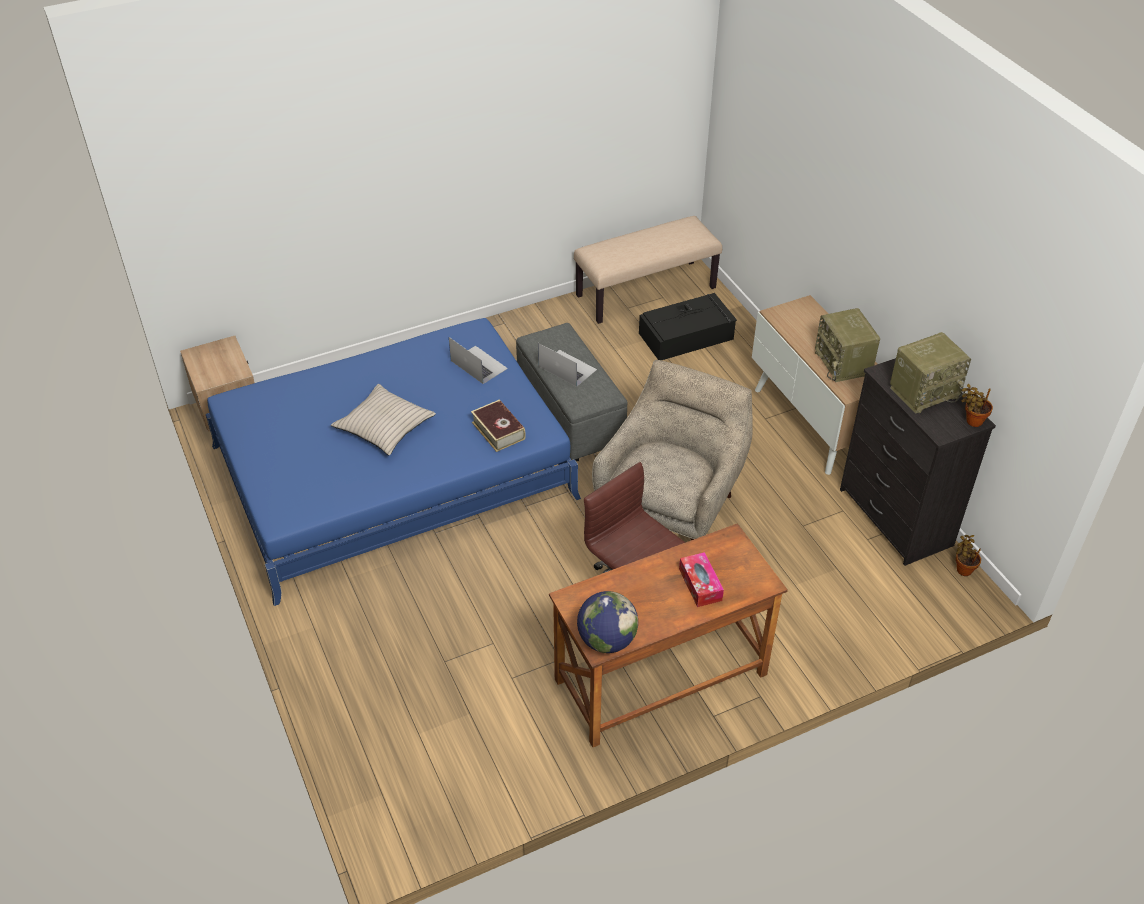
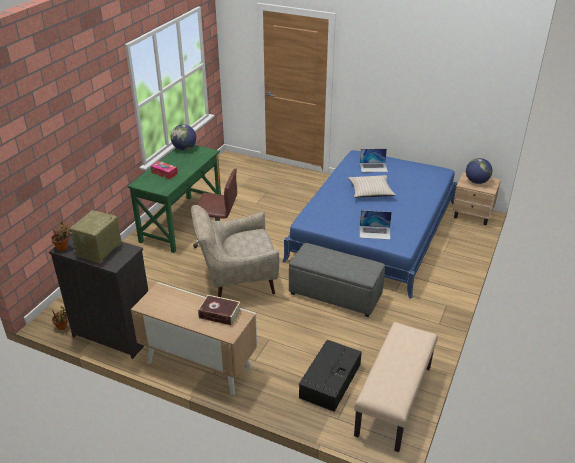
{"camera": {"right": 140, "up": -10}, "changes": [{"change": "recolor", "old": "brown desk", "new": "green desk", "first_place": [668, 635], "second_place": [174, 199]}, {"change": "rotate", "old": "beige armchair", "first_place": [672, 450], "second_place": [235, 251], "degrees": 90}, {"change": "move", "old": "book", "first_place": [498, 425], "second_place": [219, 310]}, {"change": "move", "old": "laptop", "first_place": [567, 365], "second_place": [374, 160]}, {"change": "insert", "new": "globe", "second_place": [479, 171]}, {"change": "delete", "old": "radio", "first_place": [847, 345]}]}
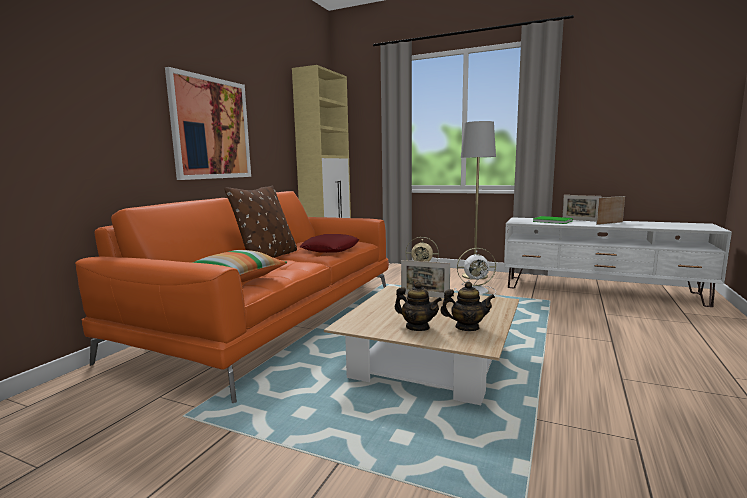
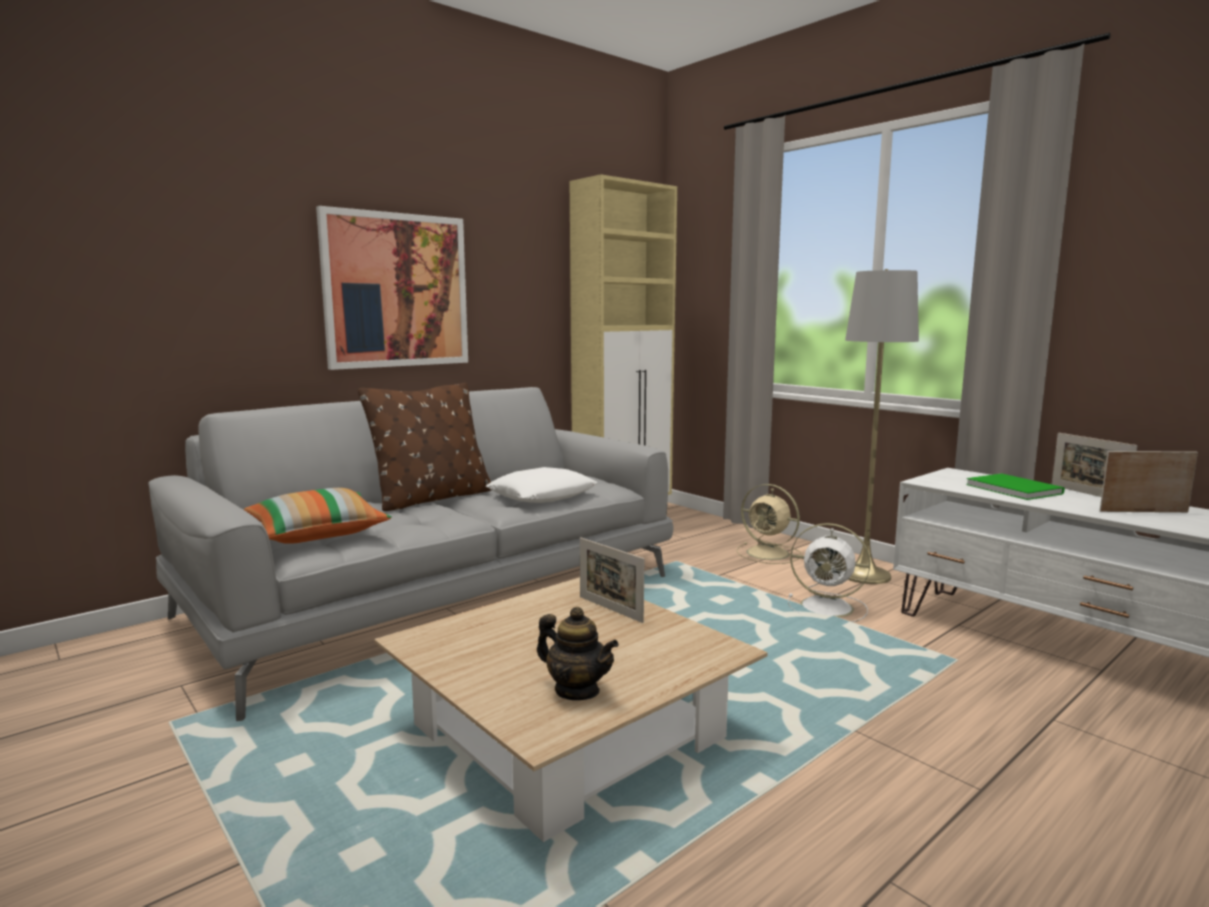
{"camera": {"right": 25, "up": 0}, "changes": [{"change": "recolor", "old": "orange sofa", "new": "grey sofa", "first_place": [232, 297], "second_place": [410, 554]}, {"change": "recolor", "old": "red pillow", "new": "white pillow", "first_place": [329, 243], "second_place": [542, 485]}, {"change": "delete", "old": "teapot", "first_place": [418, 306]}]}
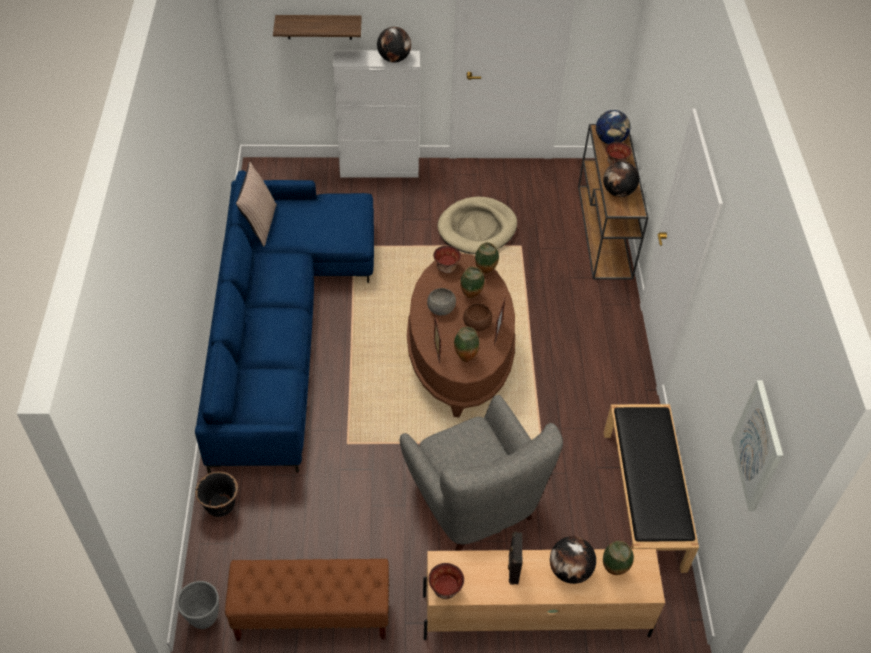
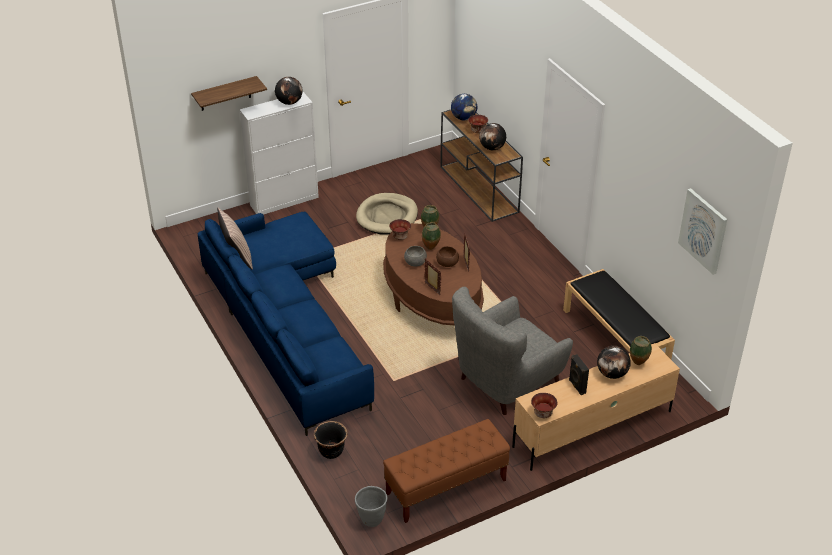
{"camera": {"right": -25, "up": -10}, "changes": [{"change": "rotate", "old": "grey armchair", "first_place": [481, 473], "second_place": [512, 351], "degrees": 105}, {"change": "delete", "old": "vase", "first_place": [466, 344]}]}
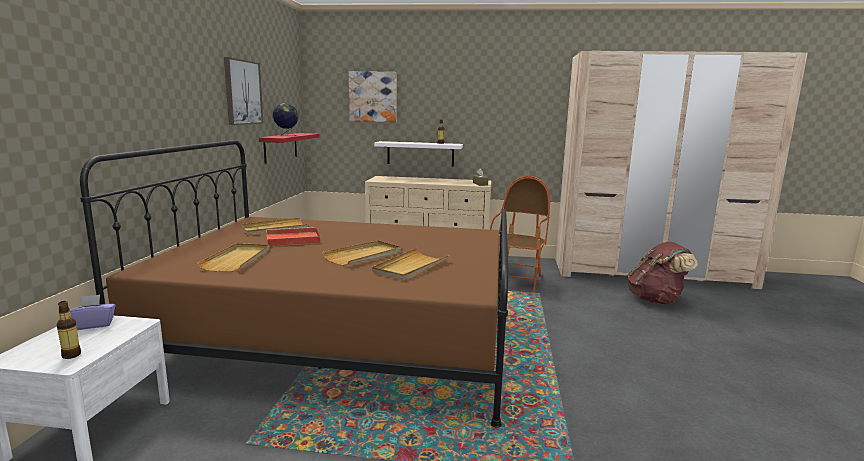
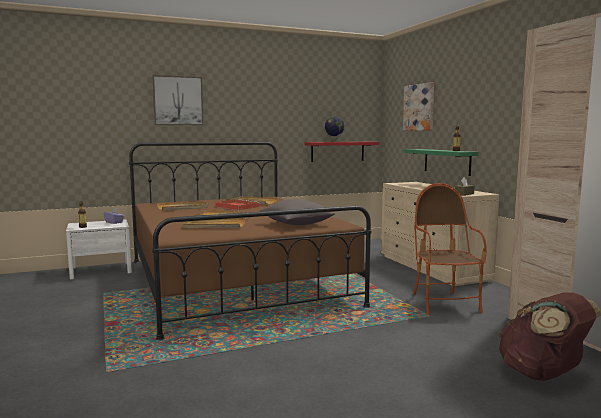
{"camera": {"right": 60, "up": -5}, "changes": [{"change": "move", "old": "picture", "first_place": [243, 91], "second_place": [177, 100]}, {"change": "insert", "new": "grey pillow", "second_place": [297, 212]}, {"change": "recolor", "old": "white shelf", "new": "green shelf", "first_place": [418, 154], "second_place": [441, 162]}, {"change": "rotate", "old": "armchair", "first_place": [520, 234], "second_place": [450, 249], "degrees": -90}]}
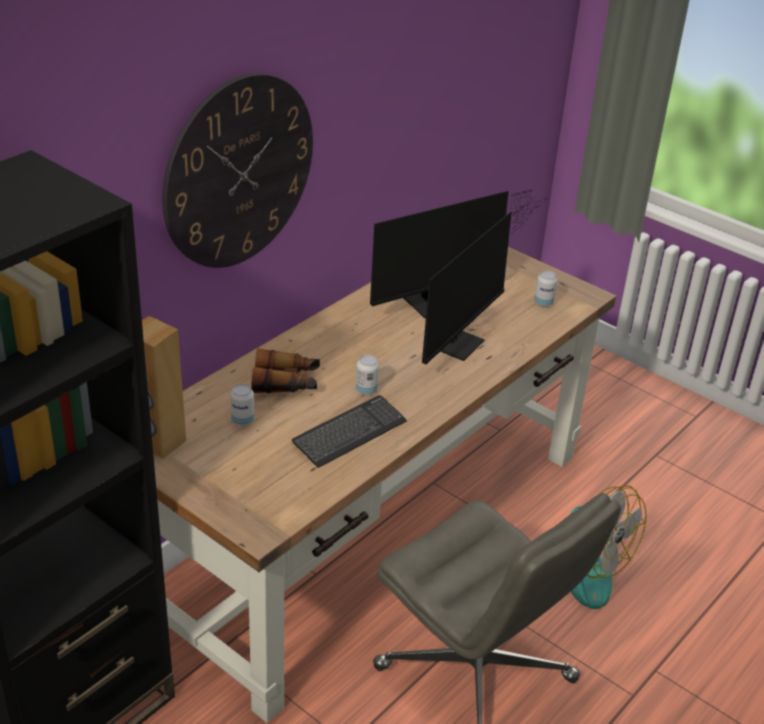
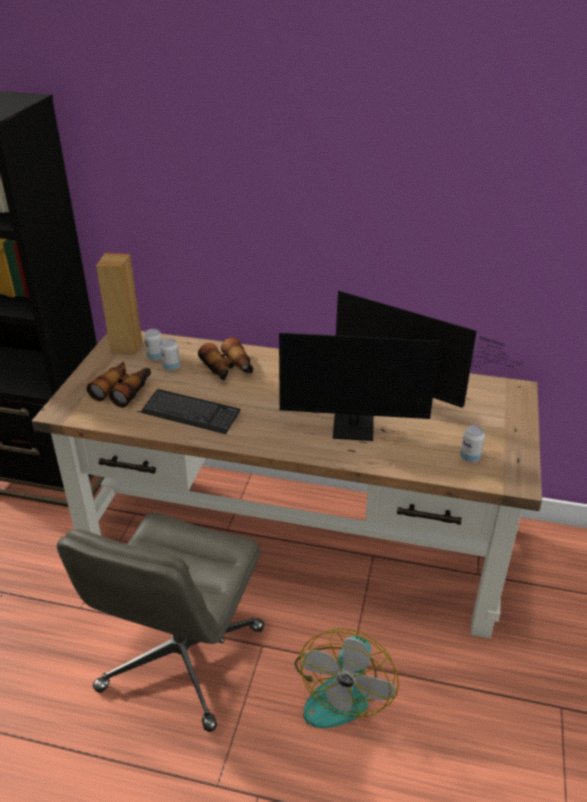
{"camera": {"right": 65, "up": 0}, "changes": [{"change": "insert", "new": "binoculars", "second_place": [119, 385]}, {"change": "move", "old": "can", "first_place": [367, 375], "second_place": [153, 345]}, {"change": "delete", "old": "wall clock", "first_place": [237, 170]}]}
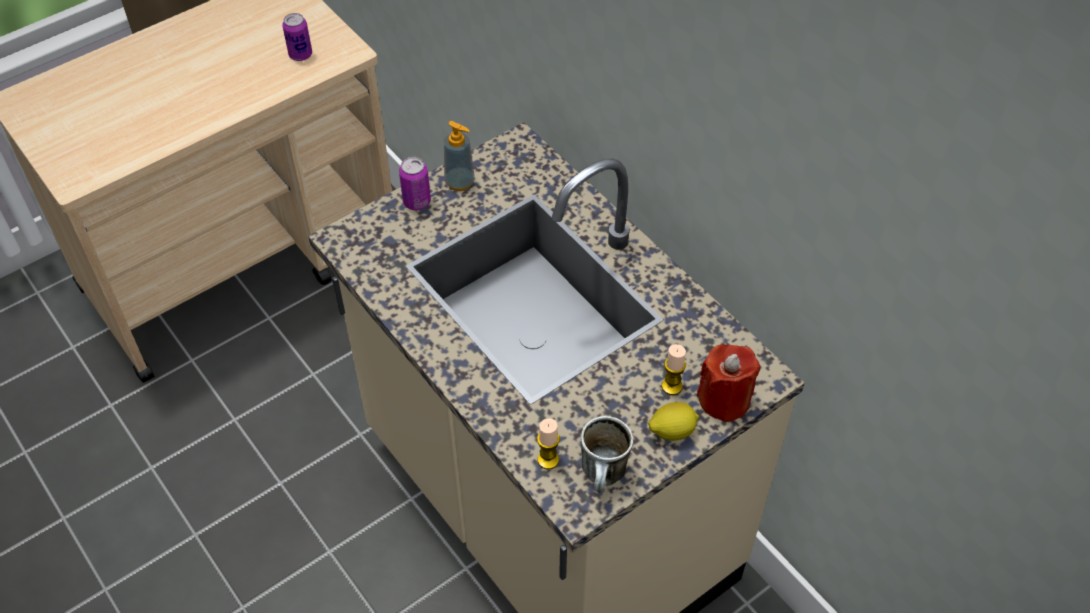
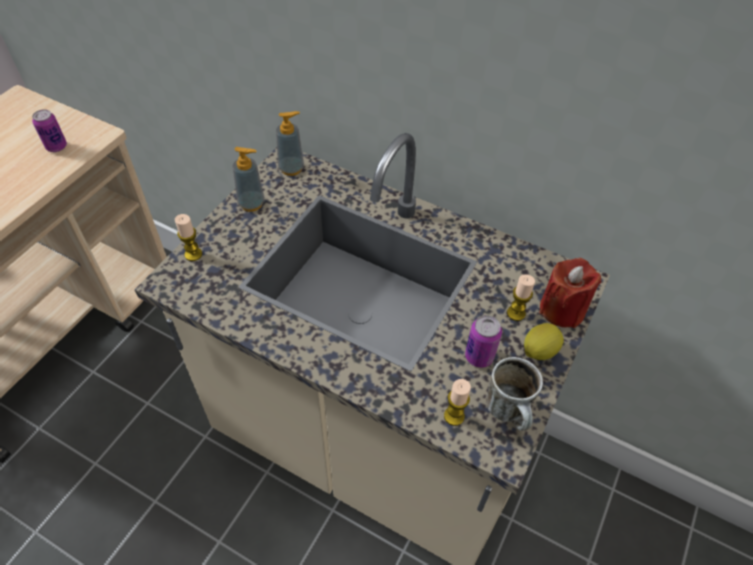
{"camera": {"right": -25, "up": 0}, "changes": [{"change": "insert", "new": "candle", "second_place": [188, 237]}, {"change": "insert", "new": "soap dispenser", "second_place": [290, 143]}, {"change": "move", "old": "can", "first_place": [415, 183], "second_place": [483, 341]}]}
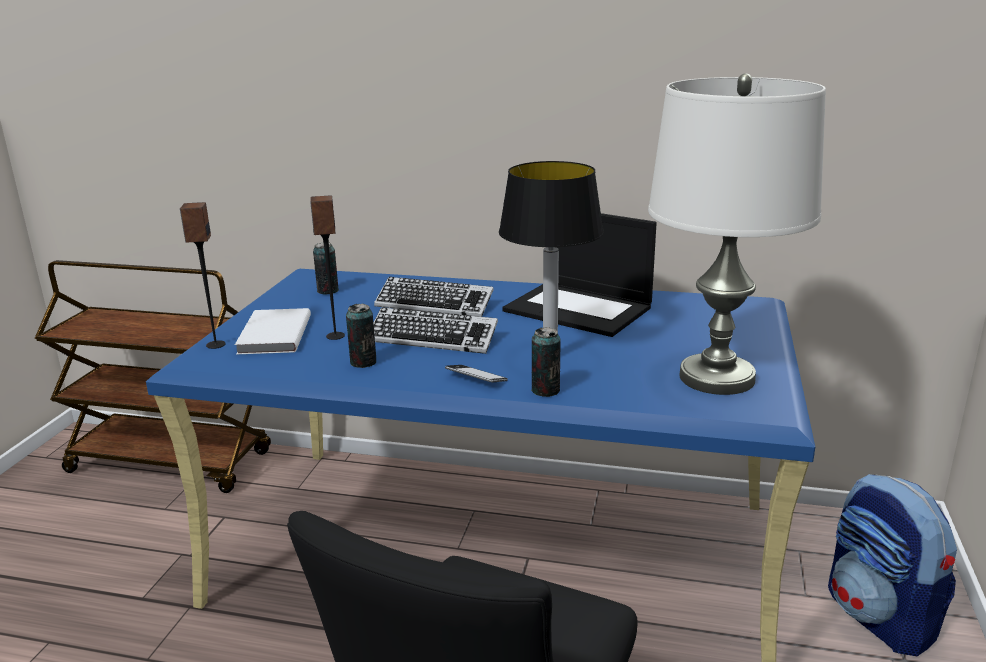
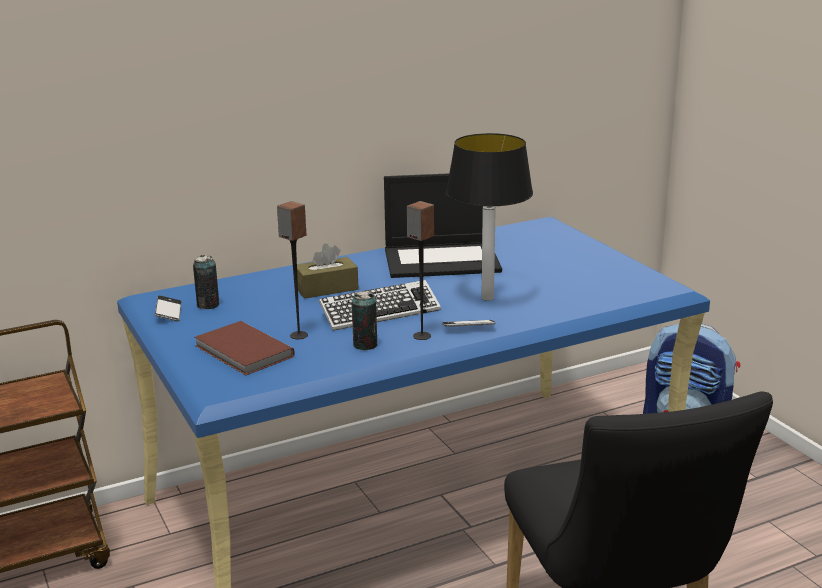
{"camera": {"right": -40, "up": 0}, "changes": [{"change": "insert", "new": "phone", "second_place": [168, 308]}, {"change": "recolor", "old": "white book", "new": "brown book", "first_place": [273, 331], "second_place": [245, 348]}, {"change": "replace", "old": "keyboard", "new": "brown tissue box", "first_place": [434, 297], "second_place": [328, 271]}, {"change": "move", "old": "speaker", "first_place": [203, 275], "second_place": [420, 270]}, {"change": "delete", "old": "can", "first_place": [545, 362]}, {"change": "delete", "old": "white table lamp", "first_place": [737, 234]}]}
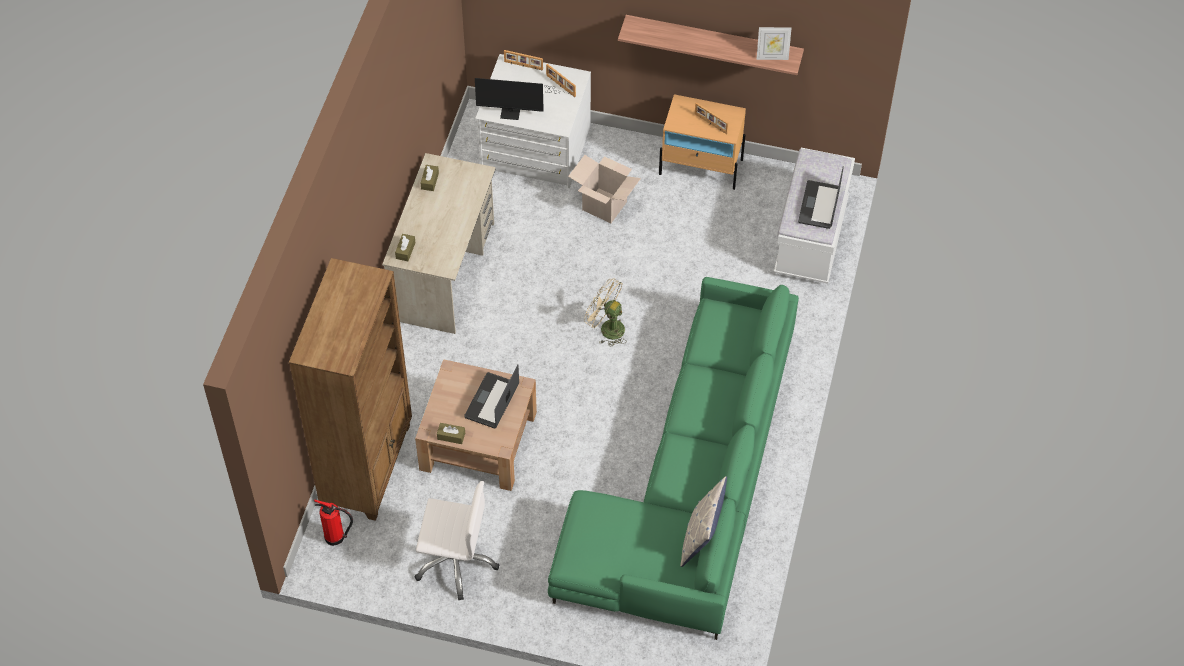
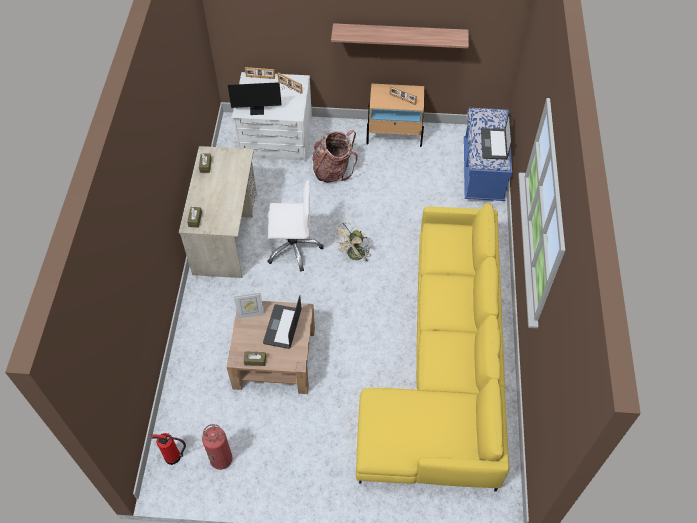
{"camera": {"right": -10, "up": 0}, "changes": [{"change": "insert", "new": "fire extinguisher", "second_place": [217, 447]}, {"change": "move", "old": "picture frame", "first_place": [774, 43], "second_place": [249, 305]}, {"change": "move", "old": "white office chair", "first_place": [456, 540], "second_place": [295, 226]}, {"change": "replace", "old": "cardboard box", "new": "backpack", "first_place": [604, 189], "second_place": [334, 156]}, {"change": "rotate", "old": "beige fan", "first_place": [605, 313], "second_place": [352, 242], "degrees": -75}, {"change": "recolor", "old": "green sofa", "new": "yellow sofa", "first_place": [673, 458], "second_place": [433, 347]}, {"change": "recolor", "old": "white bench", "new": "blue bench", "first_place": [814, 216], "second_place": [488, 154]}, {"change": "delete", "old": "brown bookcase", "first_place": [350, 389]}, {"change": "delete", "old": "pillow", "first_place": [703, 521]}]}
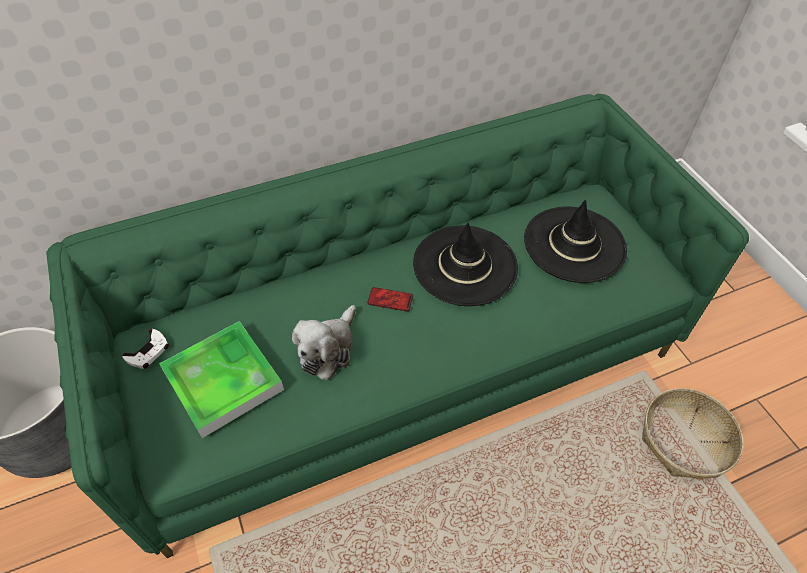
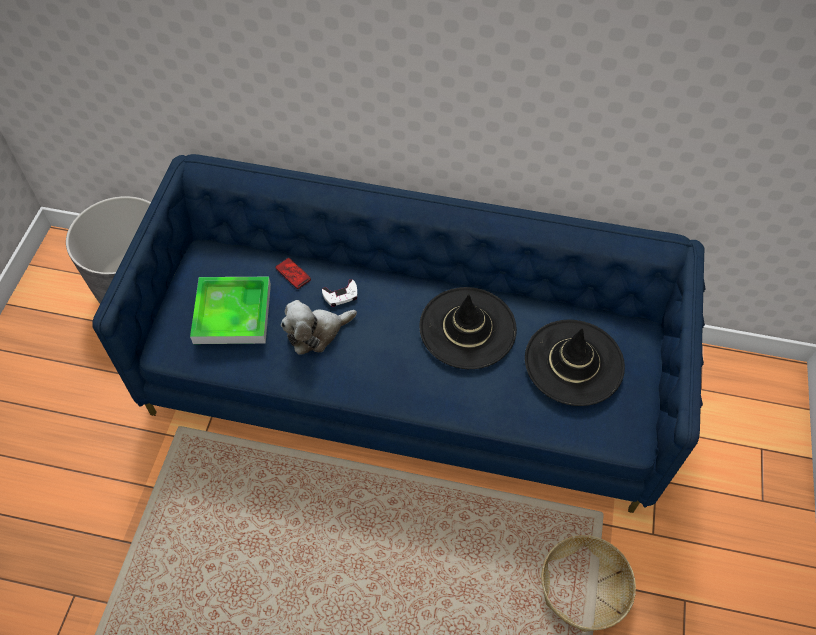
{"camera": {"right": 35, "up": 5}, "changes": [{"change": "recolor", "old": "green sofa", "new": "blue sofa", "first_place": [397, 326], "second_place": [398, 333]}, {"change": "move", "old": "phone", "first_place": [390, 299], "second_place": [293, 273]}, {"change": "move", "old": "white game controller", "first_place": [145, 349], "second_place": [340, 293]}]}
